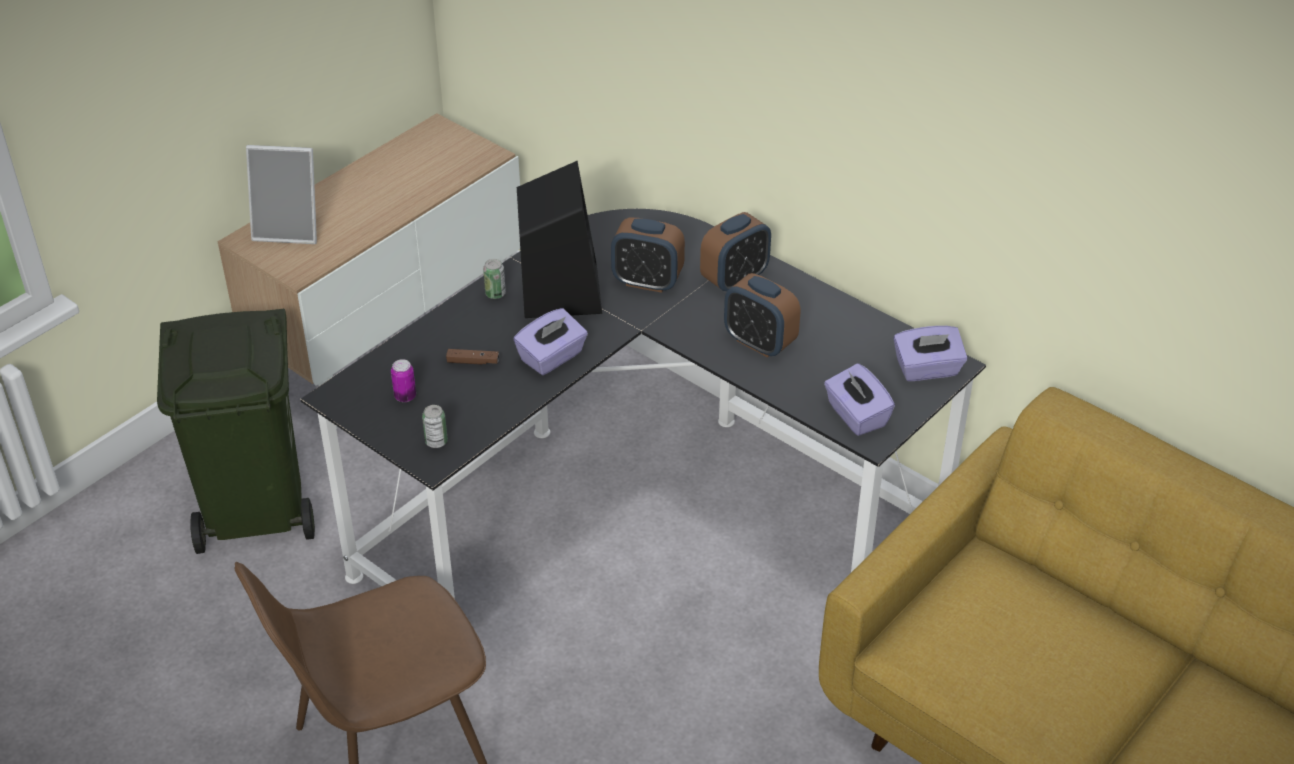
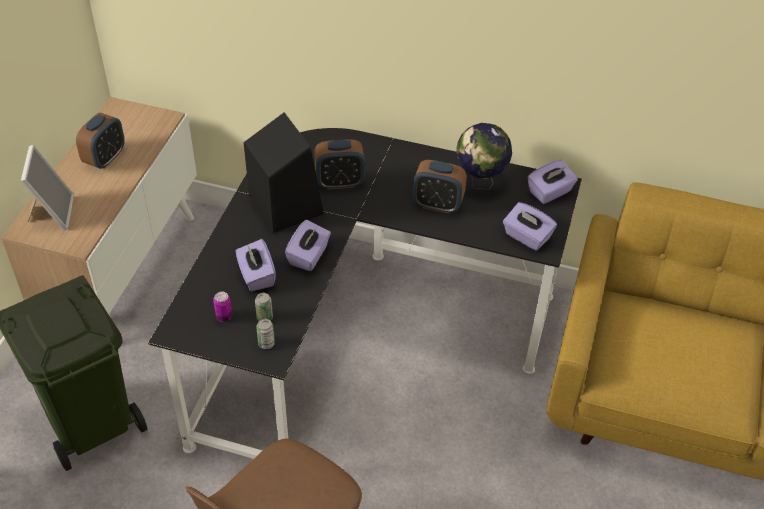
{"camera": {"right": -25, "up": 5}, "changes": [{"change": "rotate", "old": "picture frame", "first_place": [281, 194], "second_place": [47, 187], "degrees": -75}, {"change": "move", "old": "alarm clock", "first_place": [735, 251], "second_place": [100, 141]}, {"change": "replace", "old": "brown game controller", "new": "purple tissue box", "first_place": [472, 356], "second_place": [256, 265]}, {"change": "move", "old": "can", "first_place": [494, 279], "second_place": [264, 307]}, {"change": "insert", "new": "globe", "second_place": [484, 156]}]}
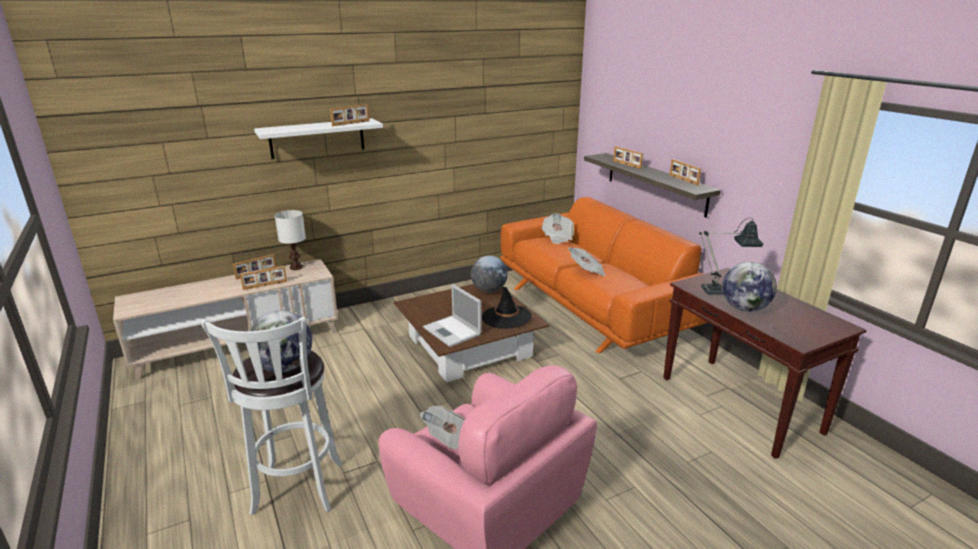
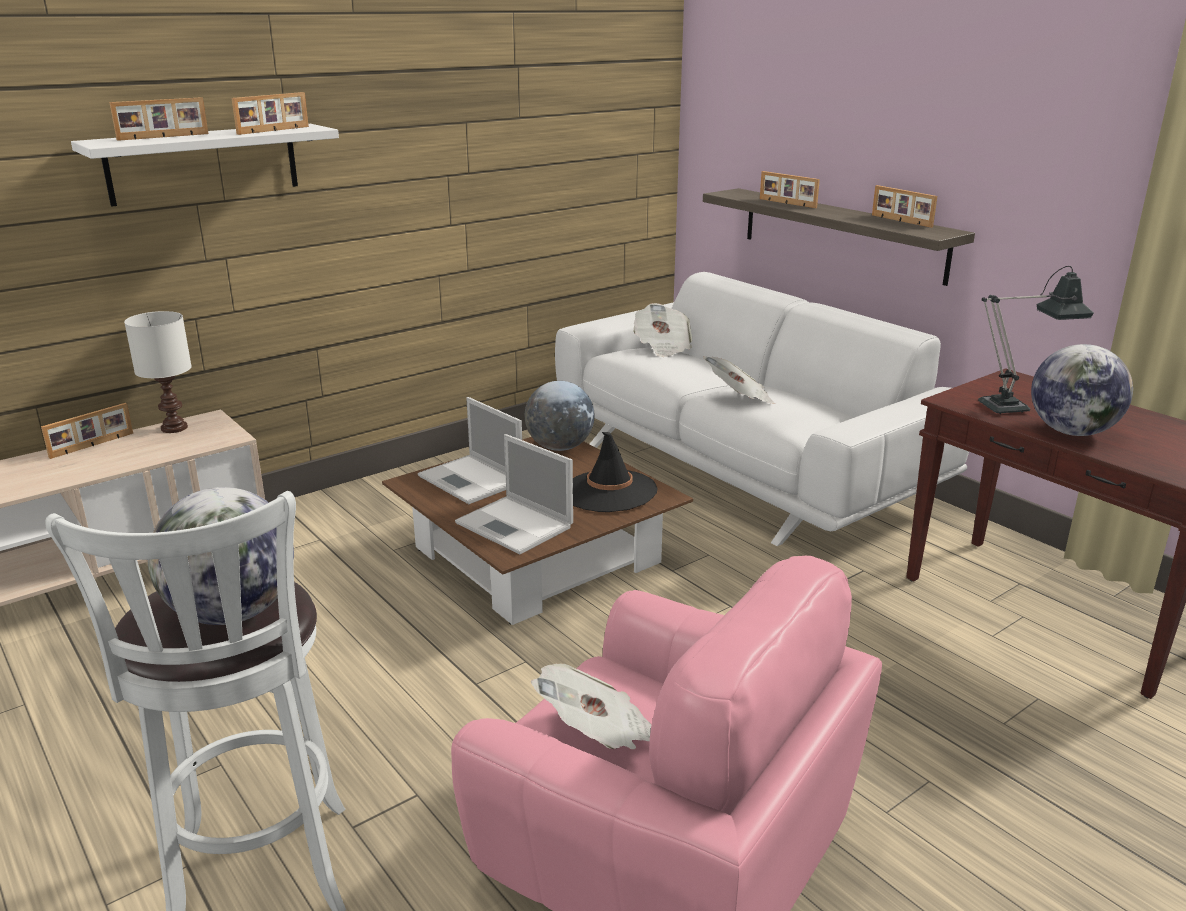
{"camera": {"right": -10, "up": 0}, "changes": [{"change": "move", "old": "picture frame", "first_place": [263, 278], "second_place": [158, 119]}, {"change": "insert", "new": "laptop", "second_place": [470, 450]}, {"change": "recolor", "old": "orange sofa", "new": "white sofa", "first_place": [604, 275], "second_place": [762, 409]}]}
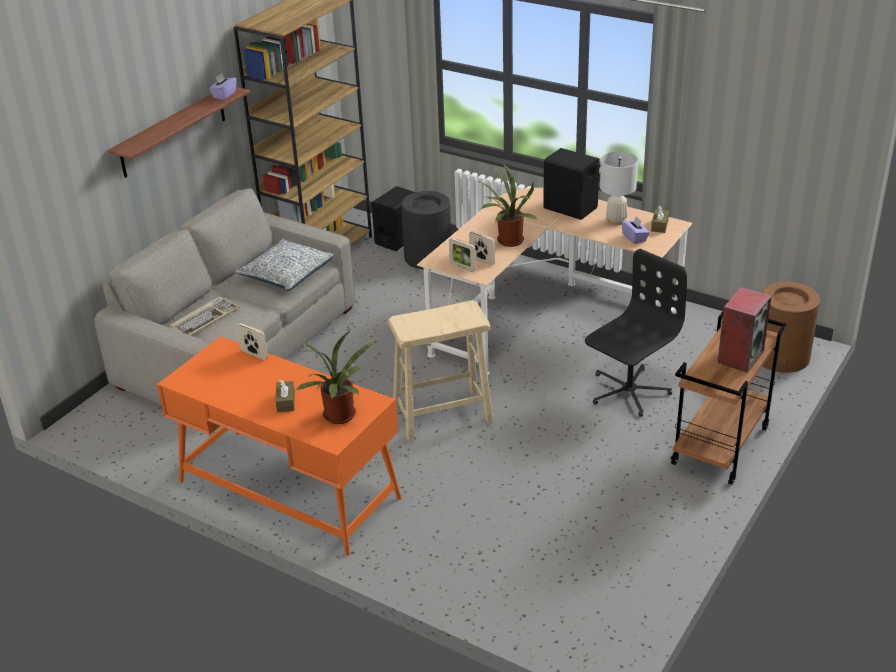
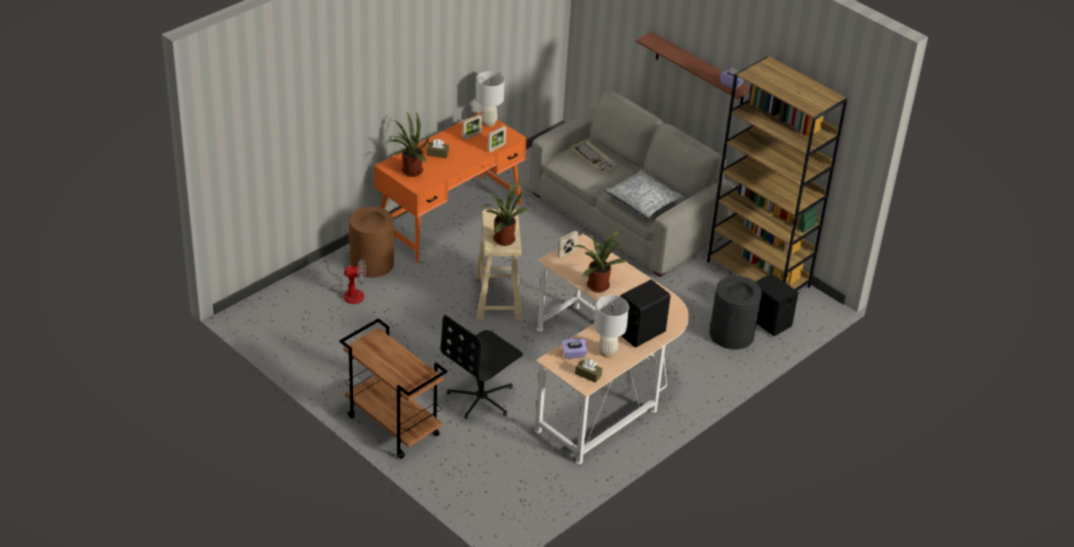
{"camera": {"right": 100, "up": 5}, "changes": [{"change": "insert", "new": "fan", "second_place": [344, 280]}, {"change": "move", "old": "brown trash can", "first_place": [791, 327], "second_place": [371, 242]}, {"change": "rotate", "old": "black office chair", "first_place": [636, 333], "second_place": [482, 367], "degrees": 75}, {"change": "move", "old": "picture frame", "first_place": [482, 248], "second_place": [472, 127]}, {"change": "insert", "new": "white table lamp", "second_place": [490, 99]}, {"change": "insert", "new": "potted plant", "second_place": [504, 214]}, {"change": "delete", "old": "speaker", "first_place": [744, 330]}]}
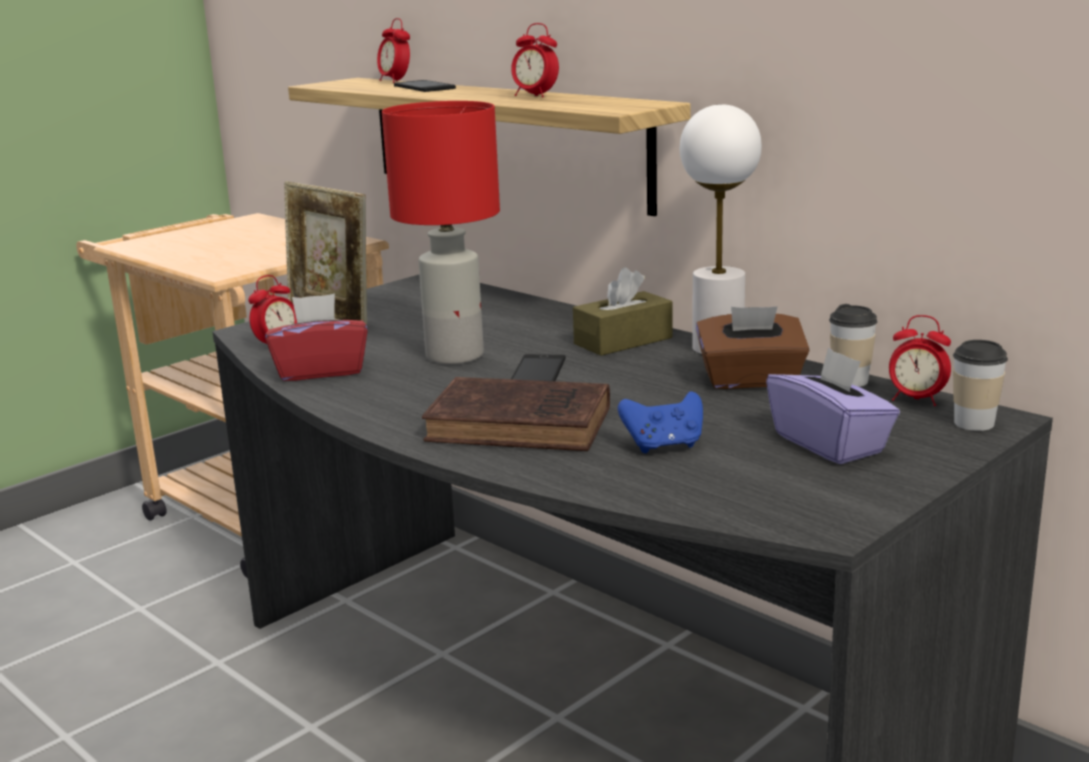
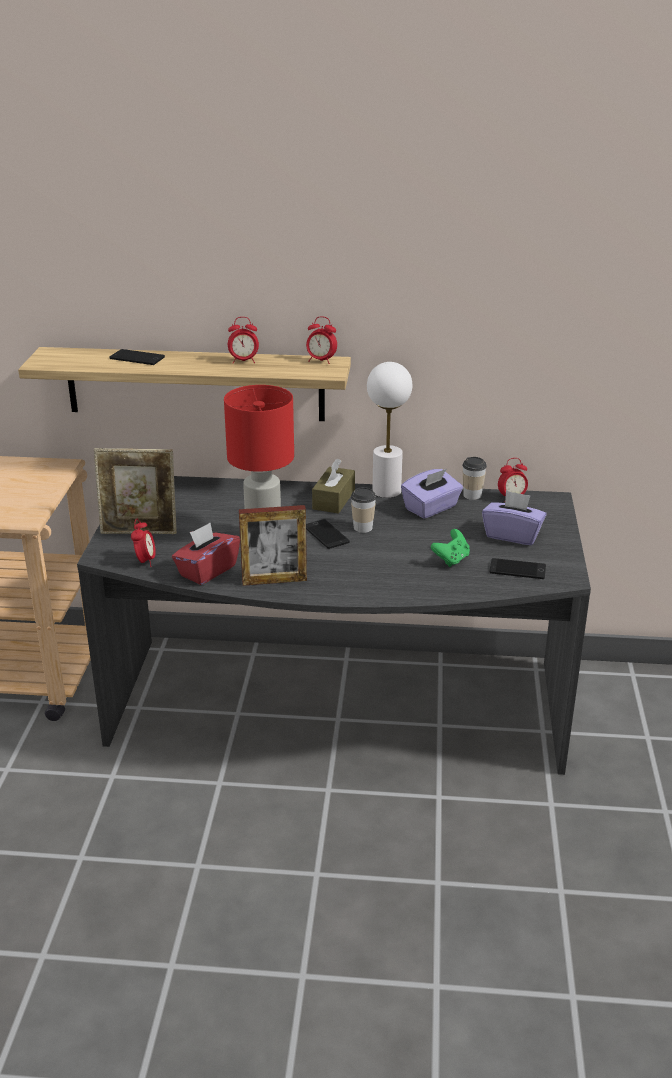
{"camera": {"right": -40, "up": 10}, "changes": [{"change": "insert", "new": "picture frame", "second_place": [273, 545]}, {"change": "move", "old": "alarm clock", "first_place": [393, 50], "second_place": [321, 340]}, {"change": "move", "old": "cup", "first_place": [980, 385], "second_place": [363, 510]}, {"change": "recolor", "old": "brown tissue box", "new": "purple tissue box", "first_place": [753, 347], "second_place": [432, 494]}, {"change": "recolor", "old": "blue game controller", "new": "green game controller", "first_place": [660, 422], "second_place": [450, 548]}, {"change": "insert", "new": "phone", "second_place": [518, 568]}, {"change": "delete", "old": "brown book", "first_place": [516, 414]}]}
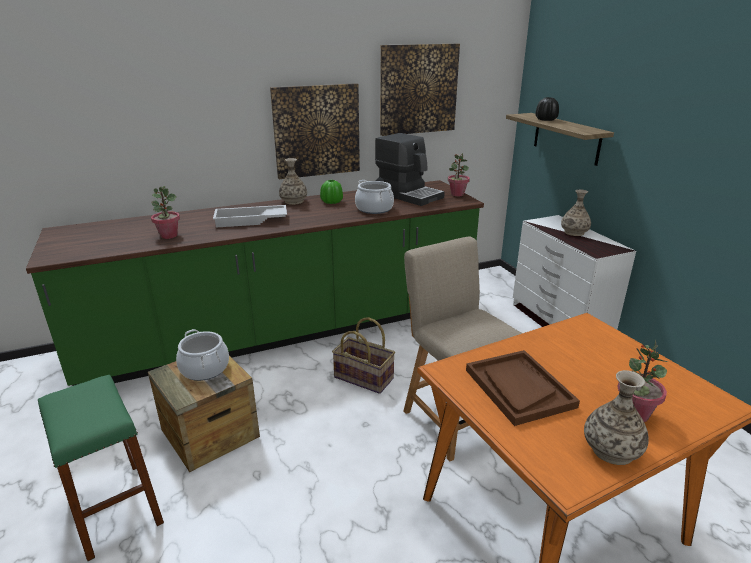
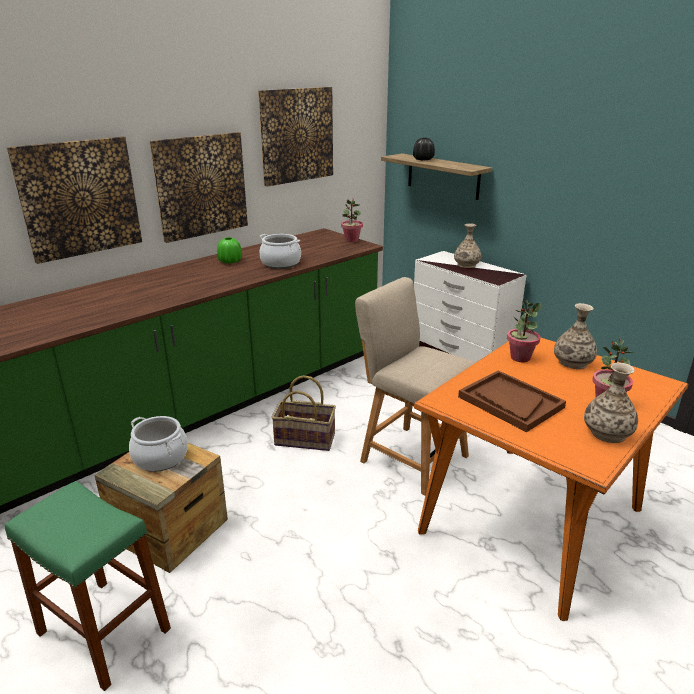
{"camera": {"right": -20, "up": 0}, "changes": [{"change": "insert", "new": "picture", "second_place": [74, 200]}, {"change": "move", "old": "potted plant", "first_place": [165, 212], "second_place": [524, 331]}, {"change": "move", "old": "vase", "first_place": [293, 181], "second_place": [575, 336]}, {"change": "delete", "old": "white tray", "first_place": [250, 216]}, {"change": "delete", "old": "coffee machine", "first_place": [410, 169]}]}
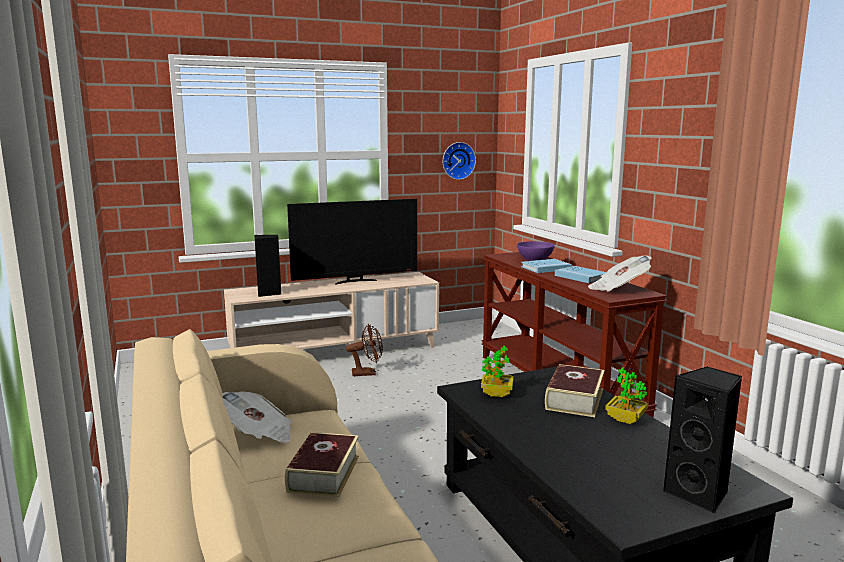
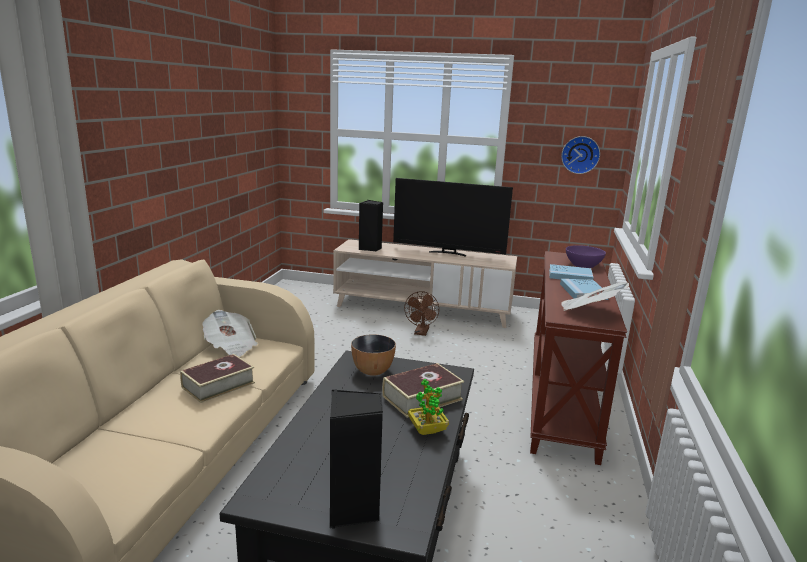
{"camera": {"right": 35, "up": 5}, "changes": [{"change": "replace", "old": "potted plant", "new": "bowl", "first_place": [497, 371], "second_place": [373, 355]}, {"change": "rotate", "old": "brown fan", "first_place": [364, 350], "second_place": [421, 313], "degrees": 75}]}
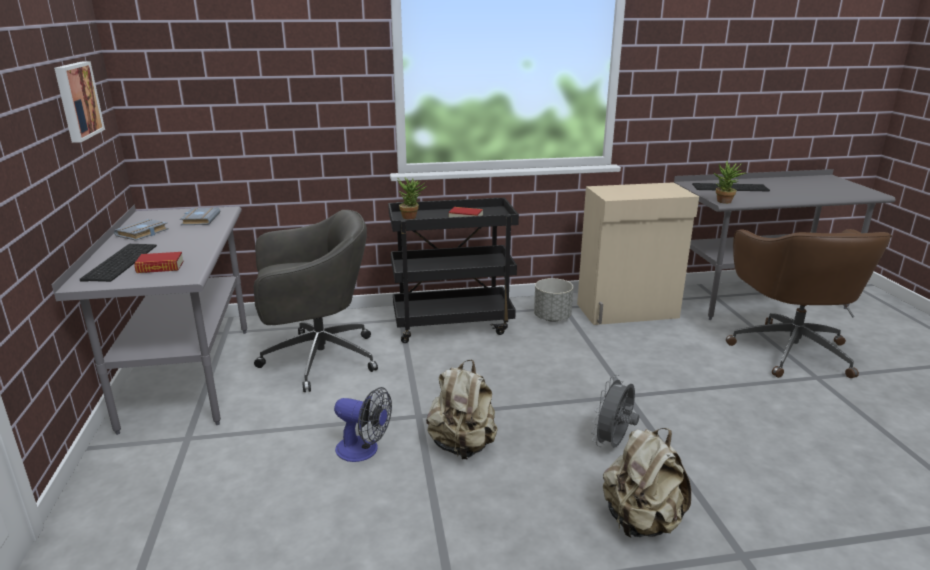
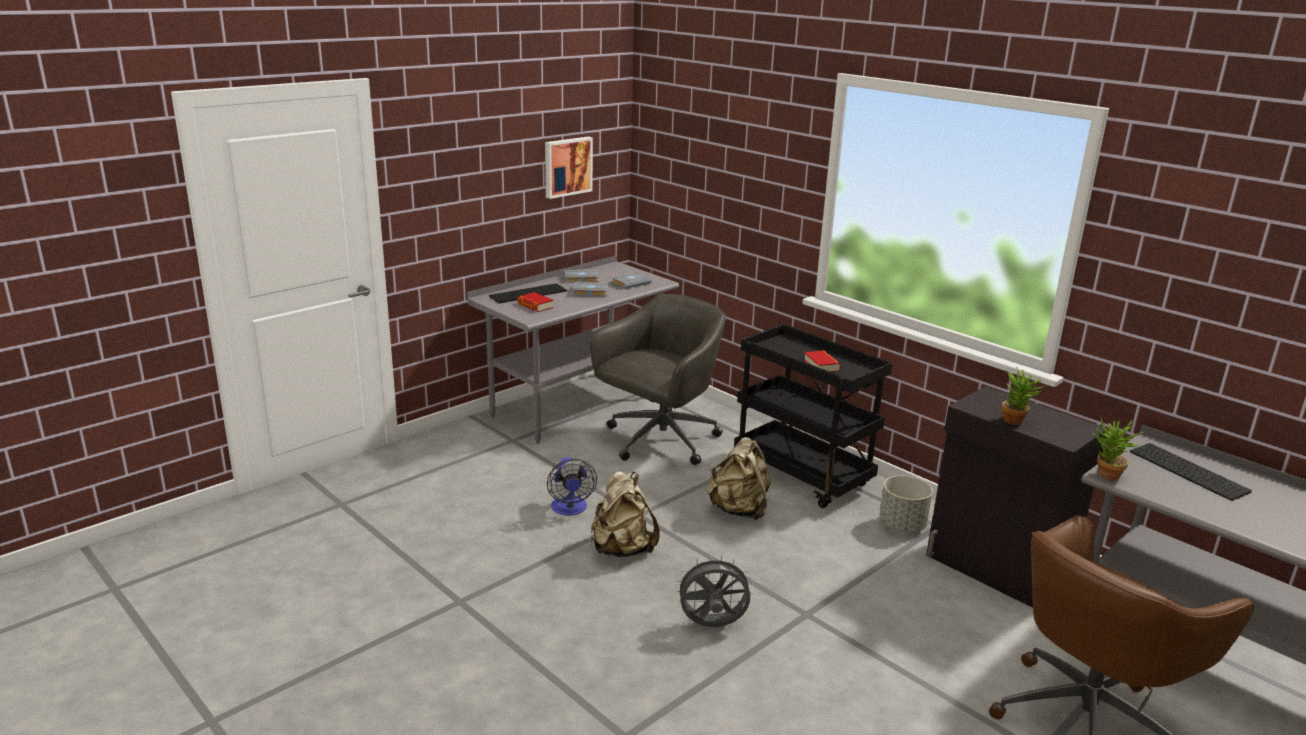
{"camera": {"right": 55, "up": 0}, "changes": [{"change": "insert", "new": "grey book", "second_place": [590, 289]}, {"change": "rotate", "old": "grey office chair", "first_place": [315, 301], "second_place": [658, 379], "degrees": -90}, {"change": "move", "old": "beige backpack", "first_place": [647, 483], "second_place": [739, 478]}, {"change": "recolor", "old": "beige cabinet", "new": "black cabinet", "first_place": [638, 253], "second_place": [1017, 497]}, {"change": "move", "old": "potted plant", "first_place": [412, 198], "second_place": [1025, 396]}]}
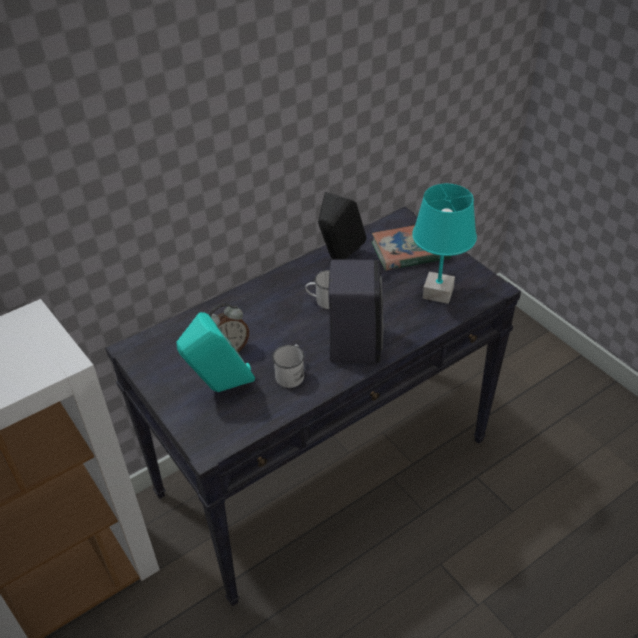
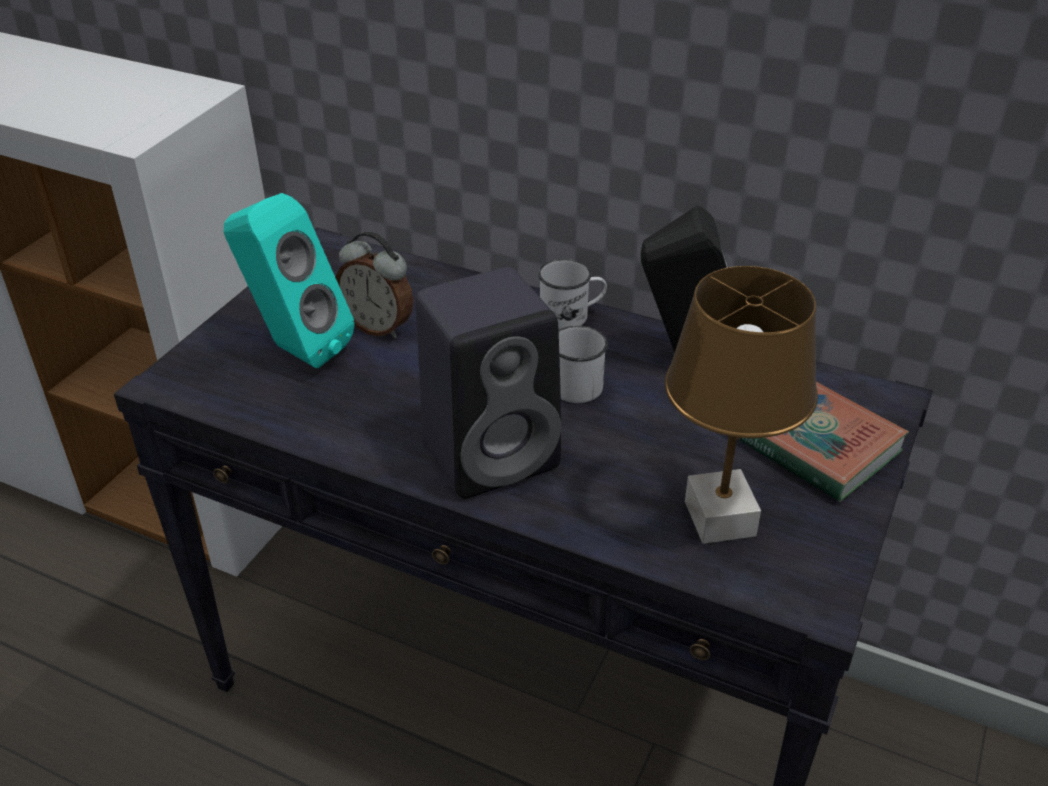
{"camera": {"right": 60, "up": -5}, "changes": [{"change": "move", "old": "white mug", "first_place": [288, 366], "second_place": [572, 294]}, {"change": "recolor", "old": "turquoise table lamp", "new": "brown table lamp", "first_place": [444, 244], "second_place": [741, 405]}]}
